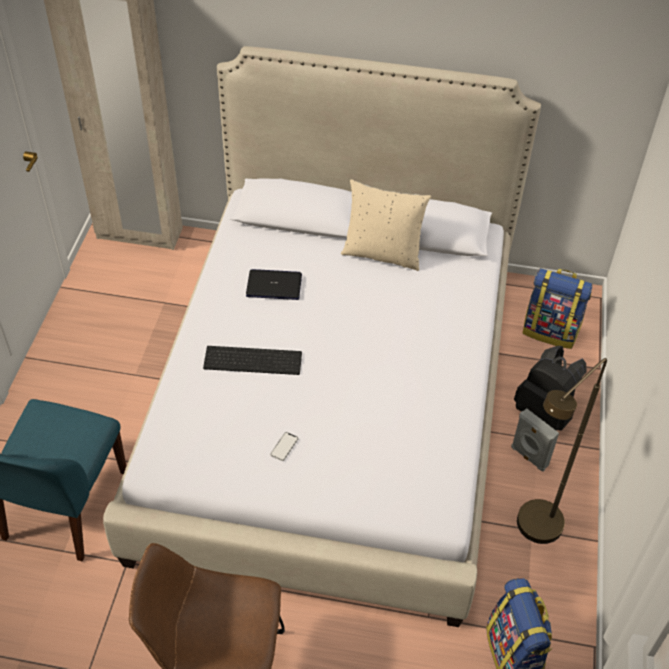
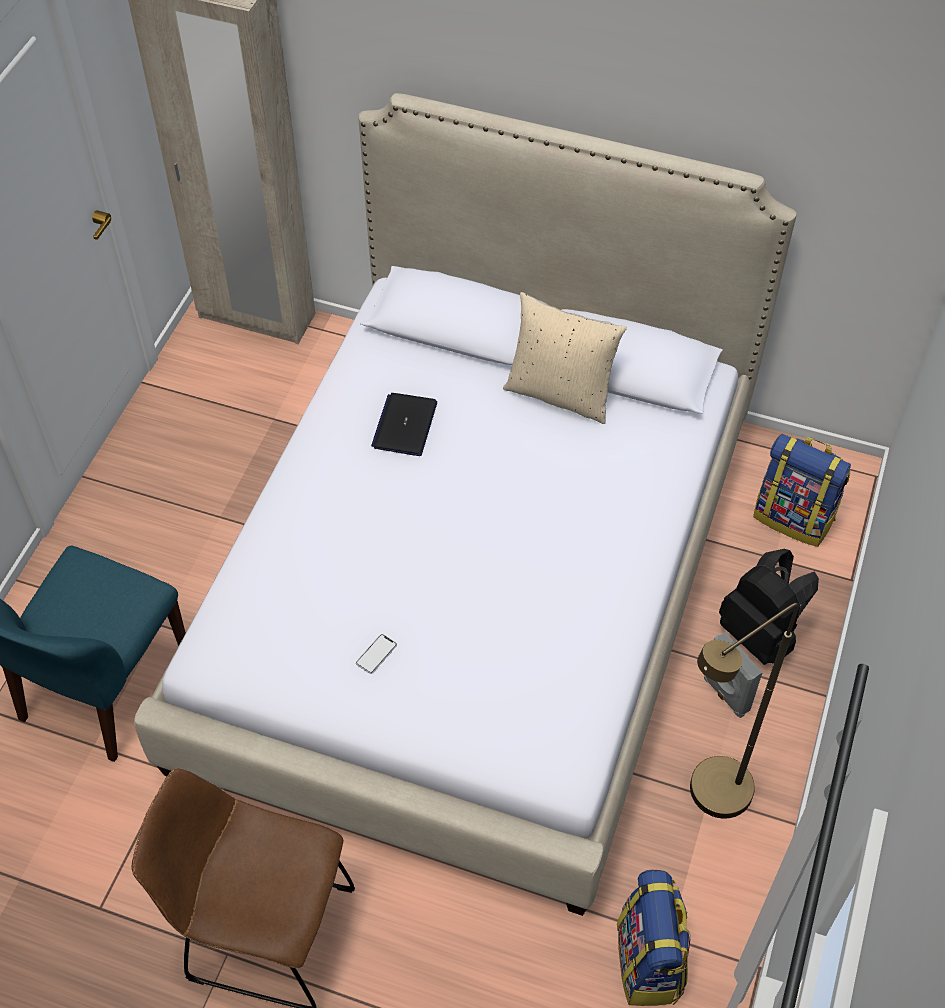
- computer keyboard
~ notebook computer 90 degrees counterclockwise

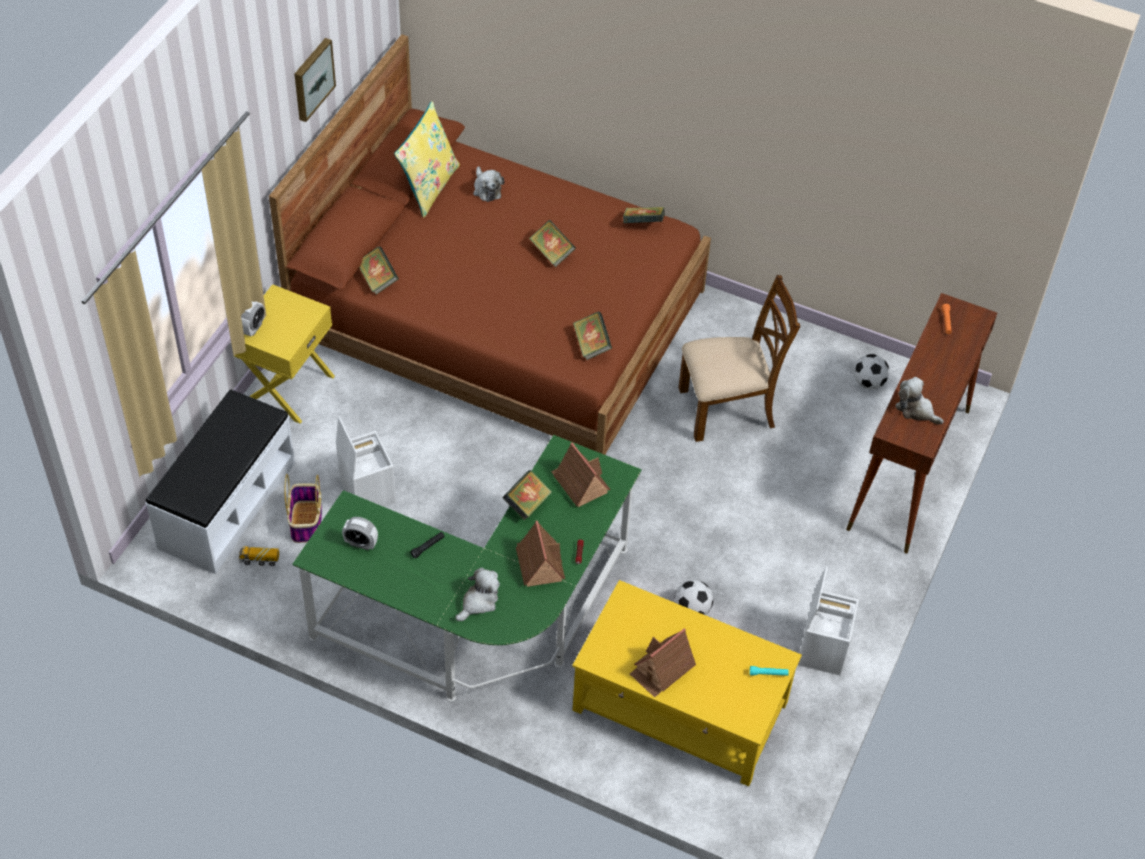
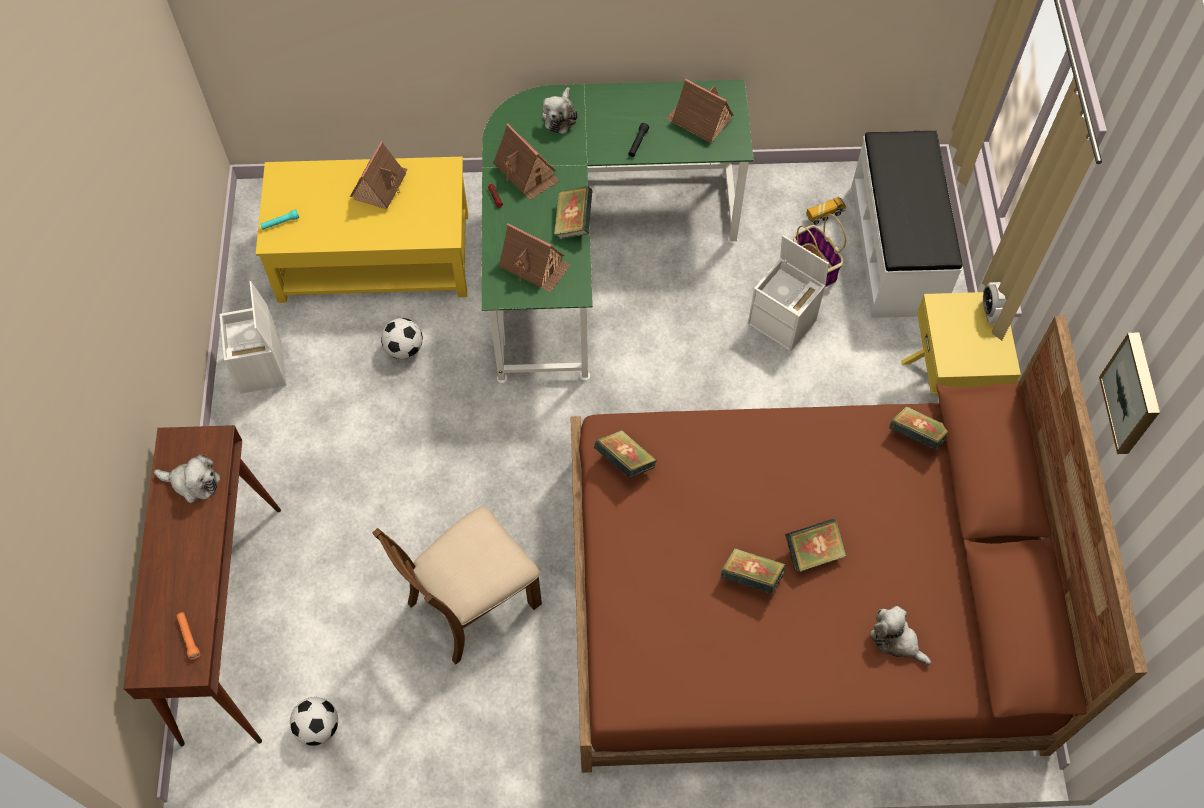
~ alarm clock (2nd from left) to miniature house (4th from left)
- cushion (yellowish)
~ book (5th from left in the first image) to book (4th from left)

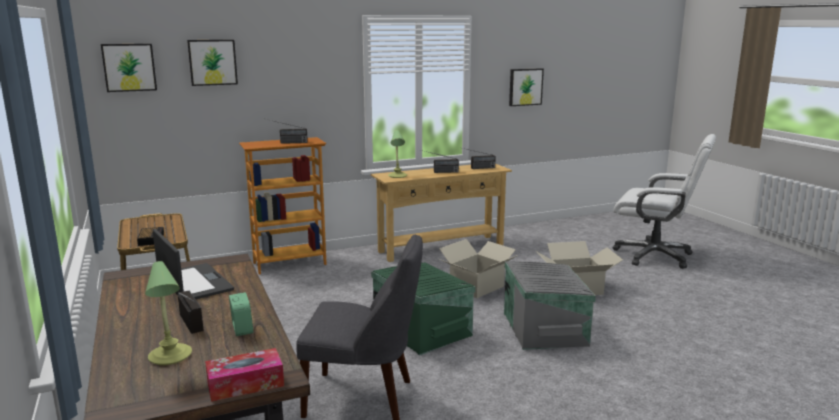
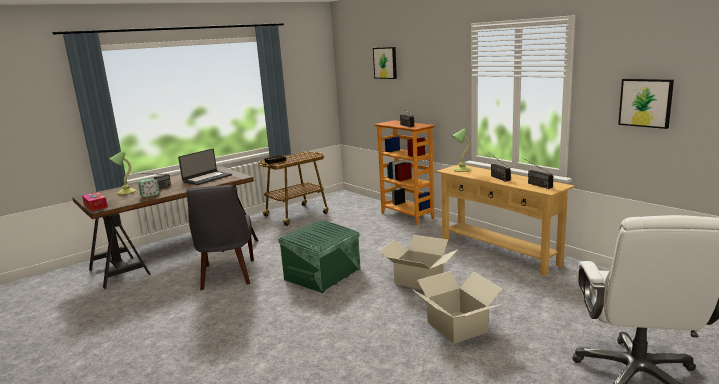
- wall picture (1st from left)
- storage container (gray)

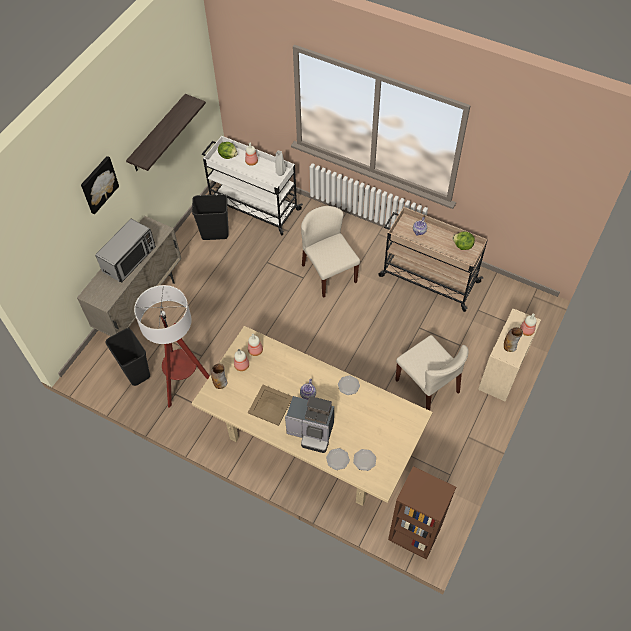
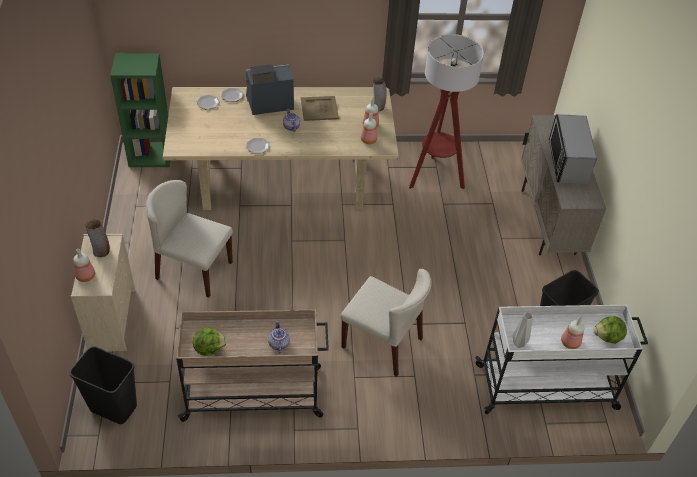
- wall picture
~ waste bin (black) (1st from left)
- bracket shelf
~ bookshelf (brownish) to bookshelf (green)

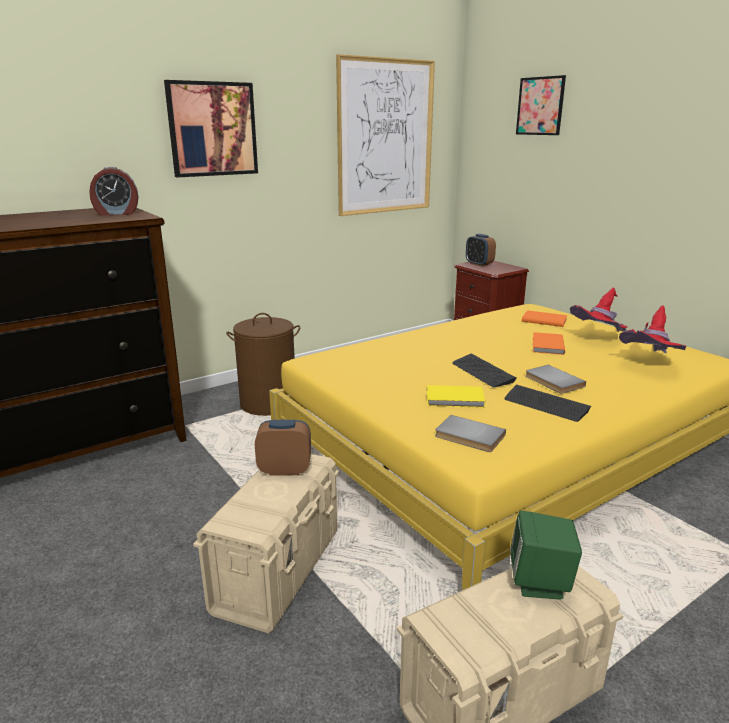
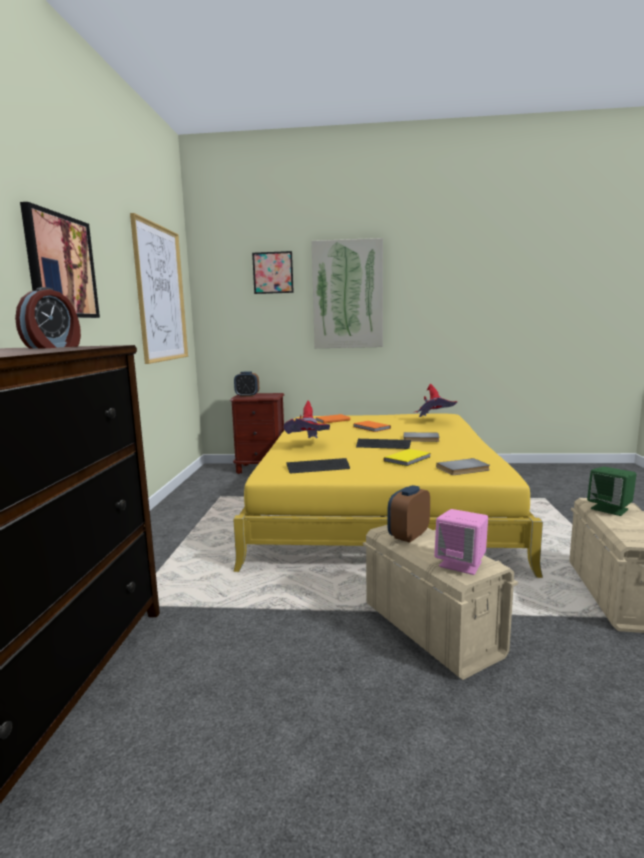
- laundry basket (brownish)
~ computer keyboard (2nd from left in the first image) to computer keyboard (1st from left)
~ wearable hat (reddish) (1st from left)
+ wall picture (4th from left)
+ audio speaker (pinkish)

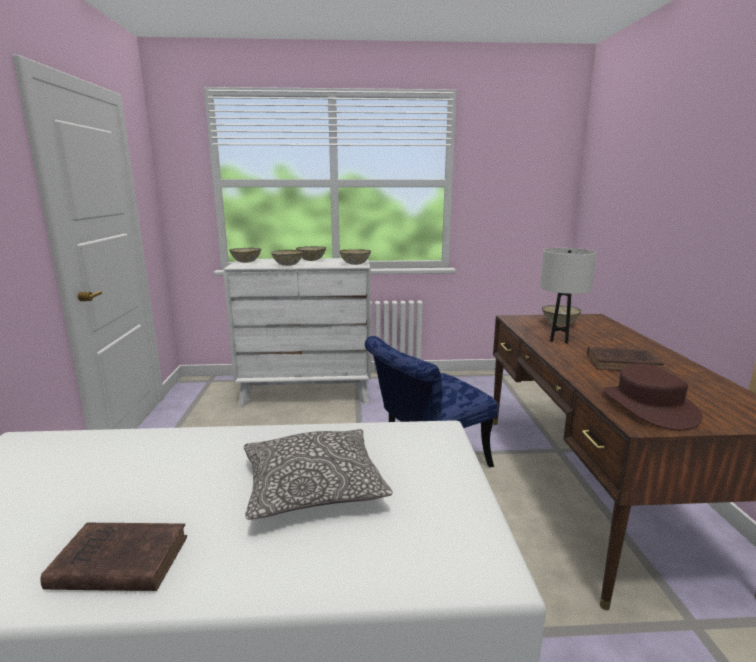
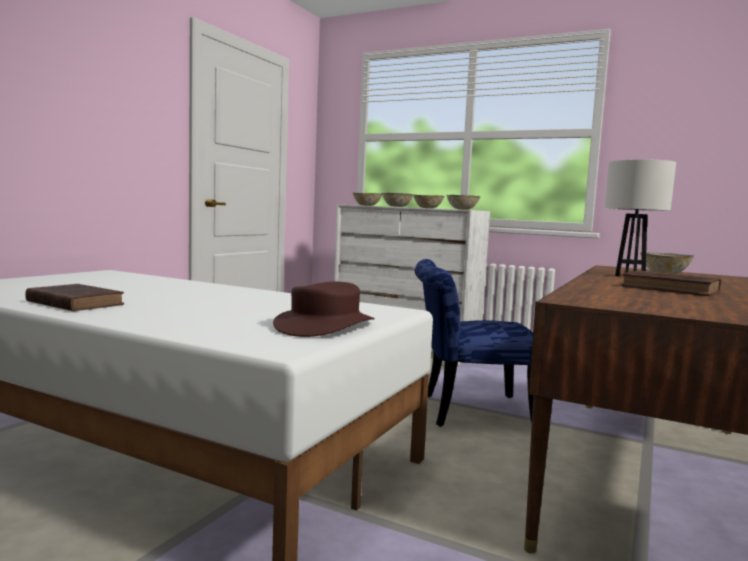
- cushion
~ wearable hat (brownish)

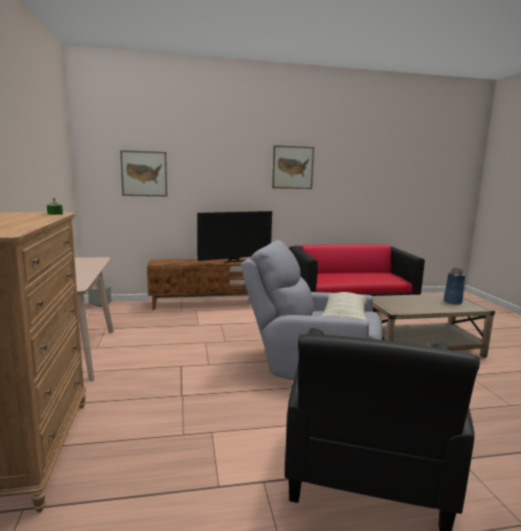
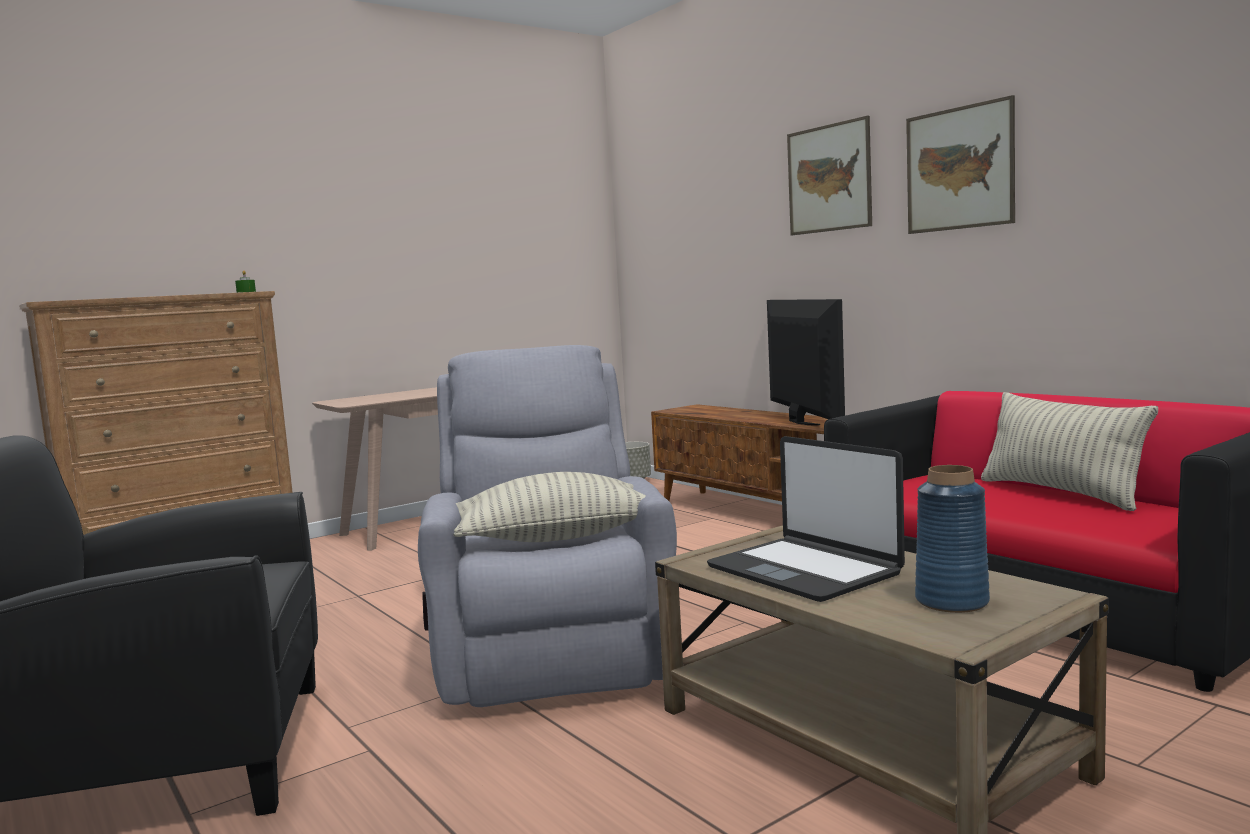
~ wall picture (1st from left)
~ TV set 135 degrees counterclockwise
+ notebook computer
+ cushion (2nd from left)

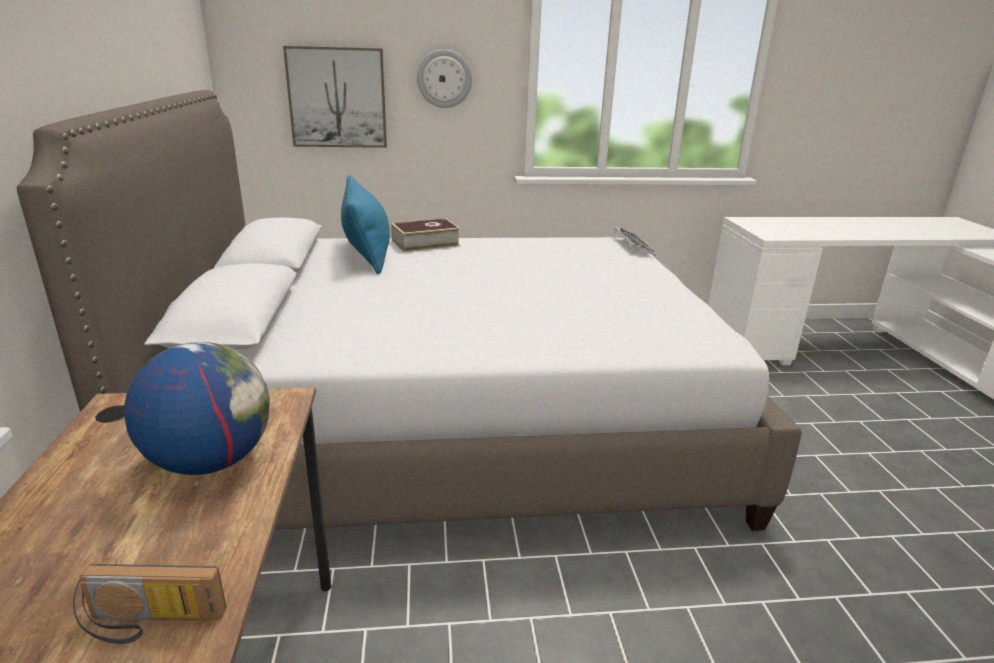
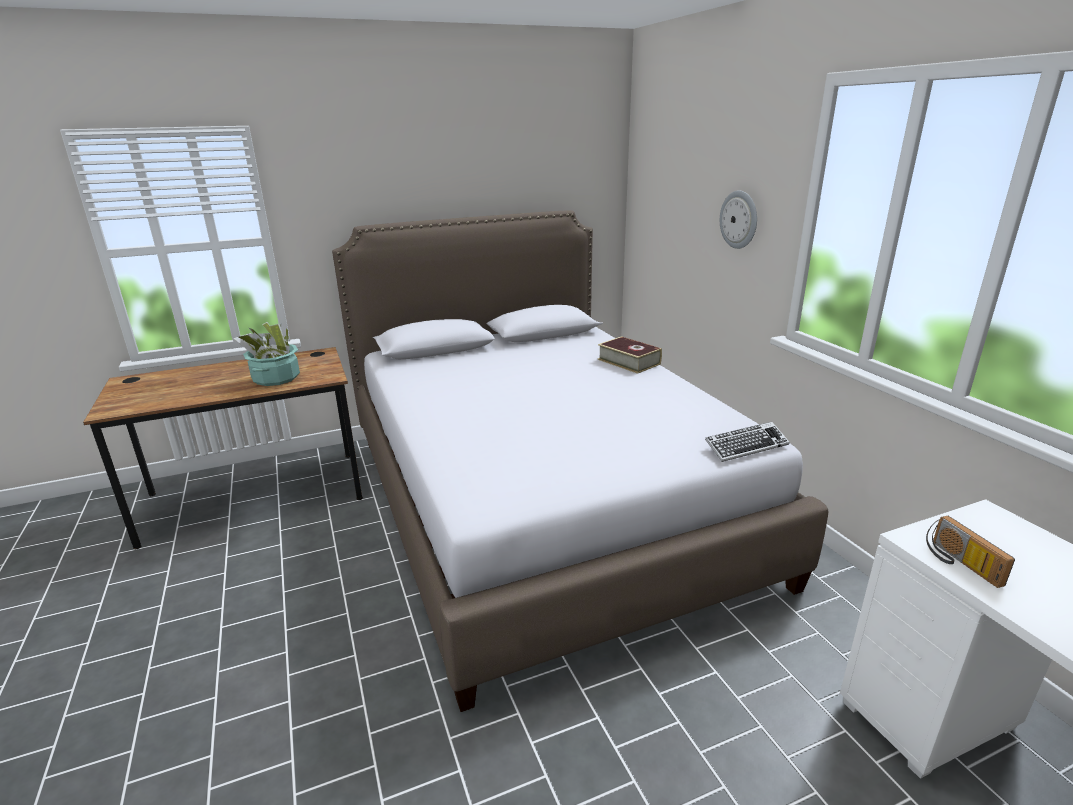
~ radio set
~ world globe to potted plant
- wall picture
- cushion (blue)

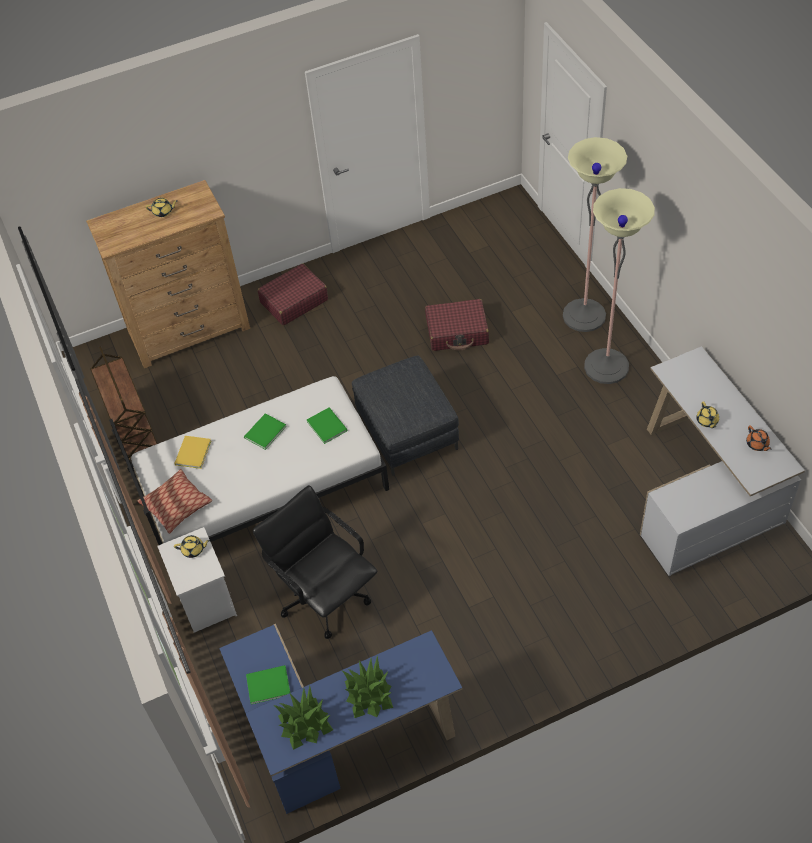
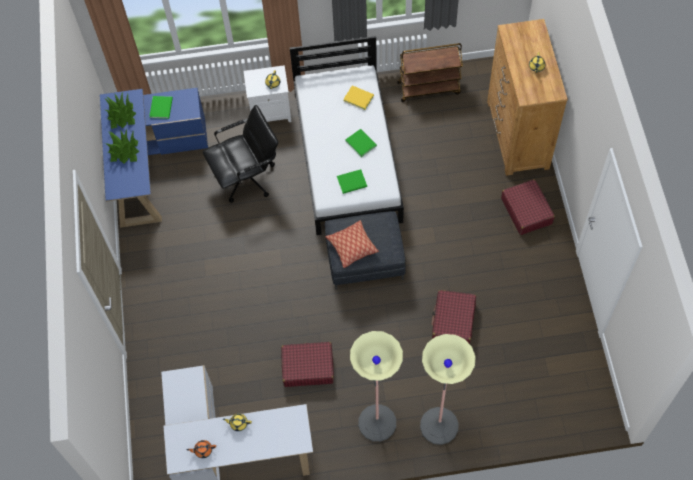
~ cushion
+ piece of luggage (reddish) (1st from left)

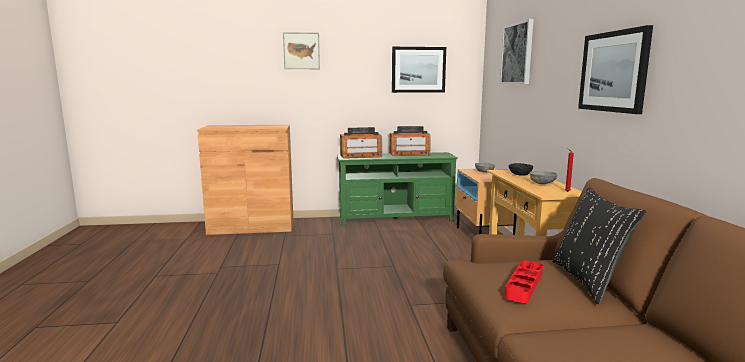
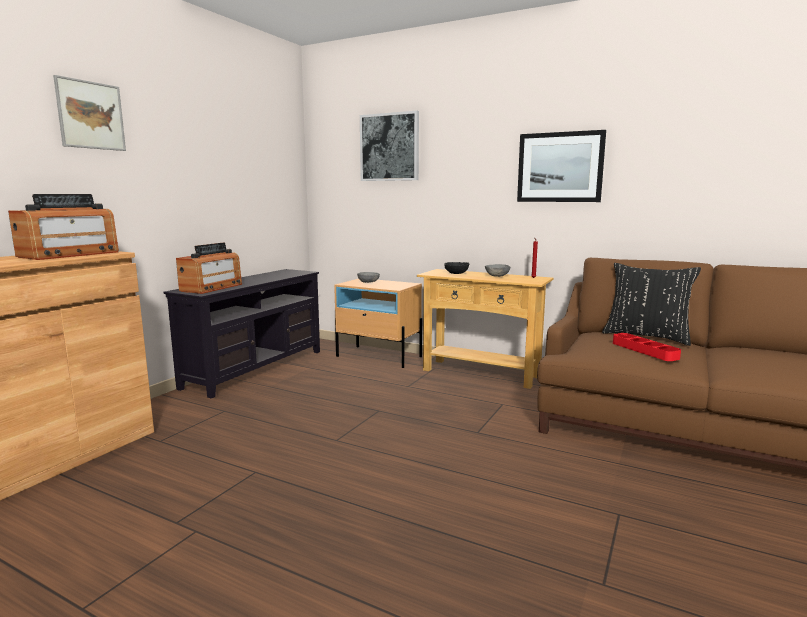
~ media console (green) to media console (black)
~ radio set (2nd from left in the first image) to radio set (1st from left)
- wall picture (2nd from left)

